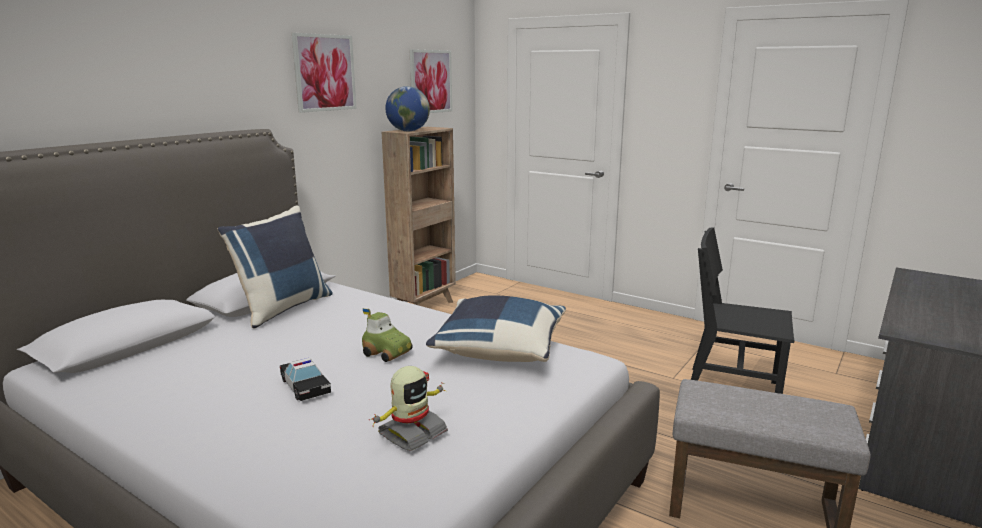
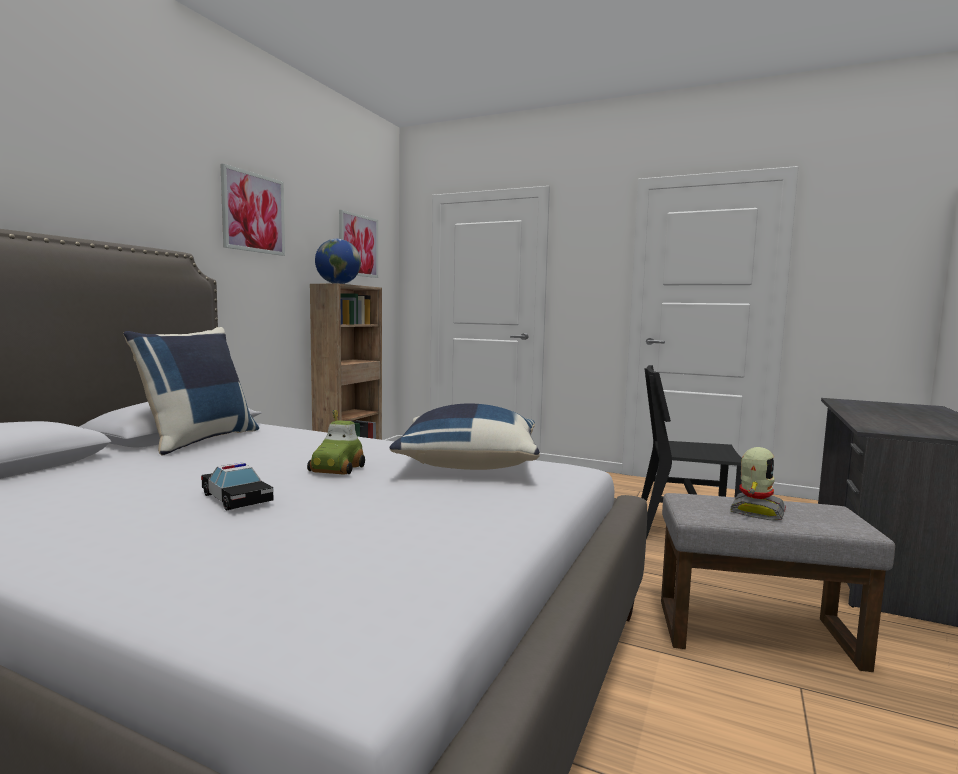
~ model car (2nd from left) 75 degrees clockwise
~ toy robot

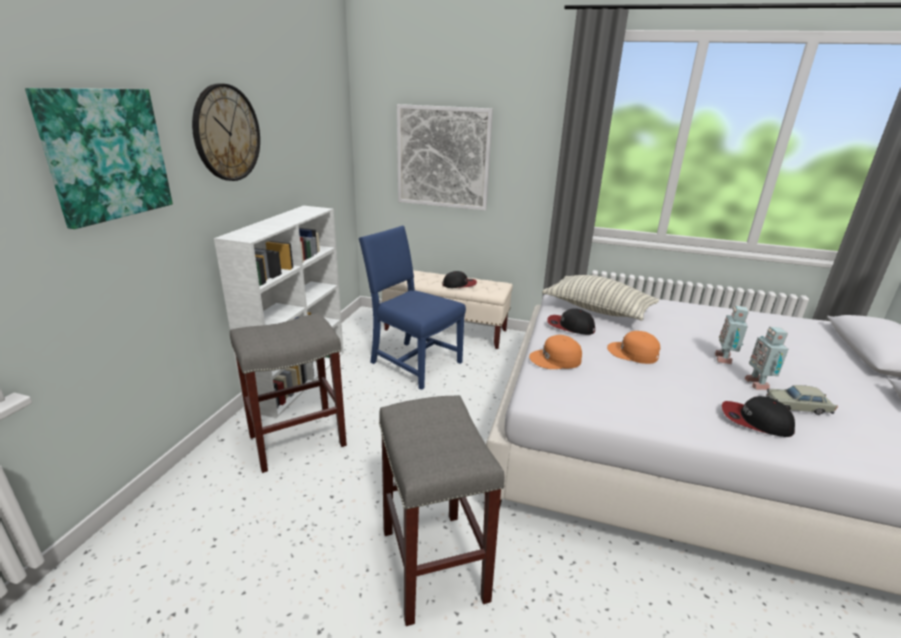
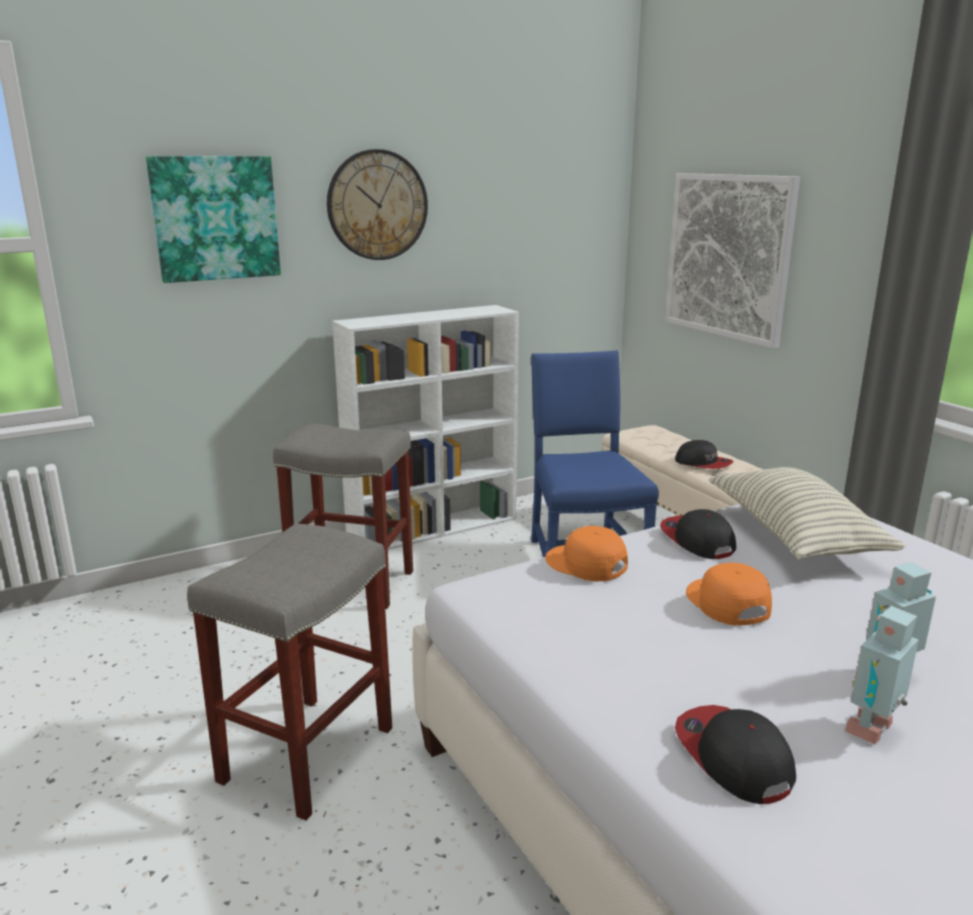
- model car (beige)

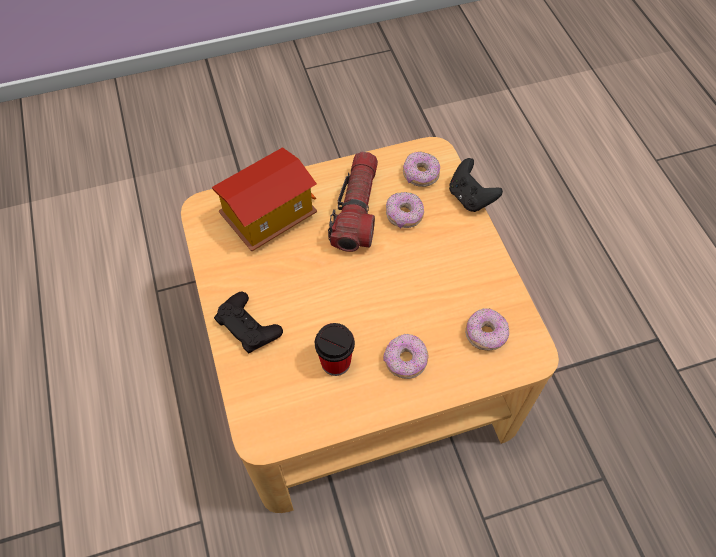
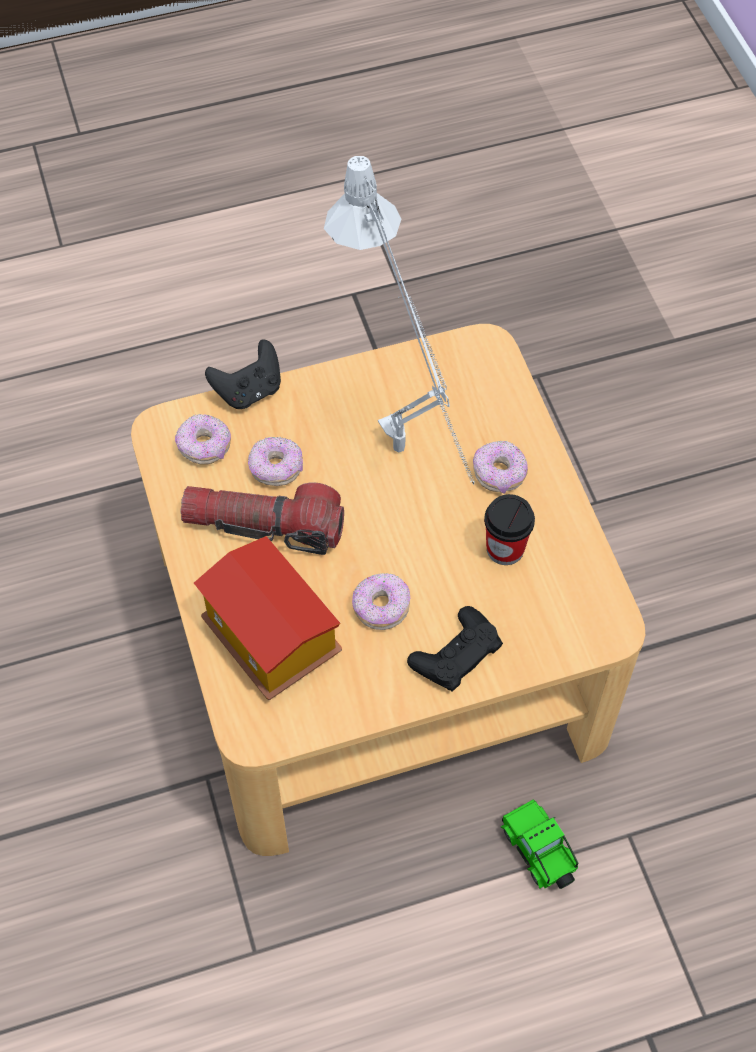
~ doughnut (4th from left in the first image) to doughnut (3rd from left)
+ tabletop lamp (gray)
+ model car

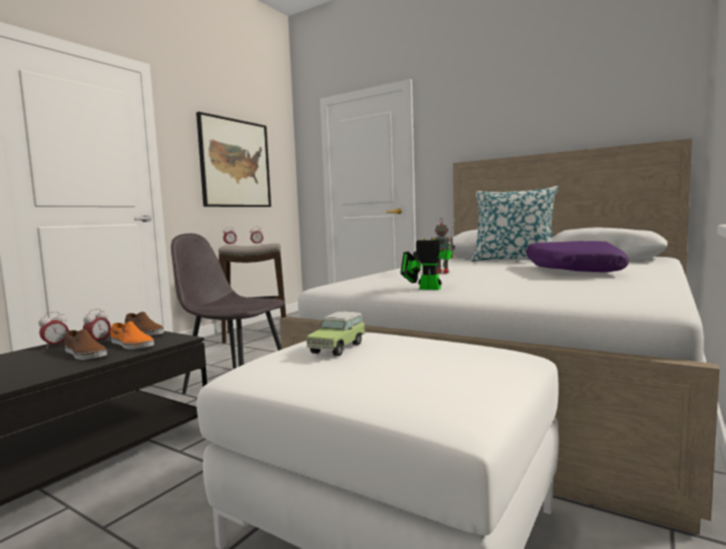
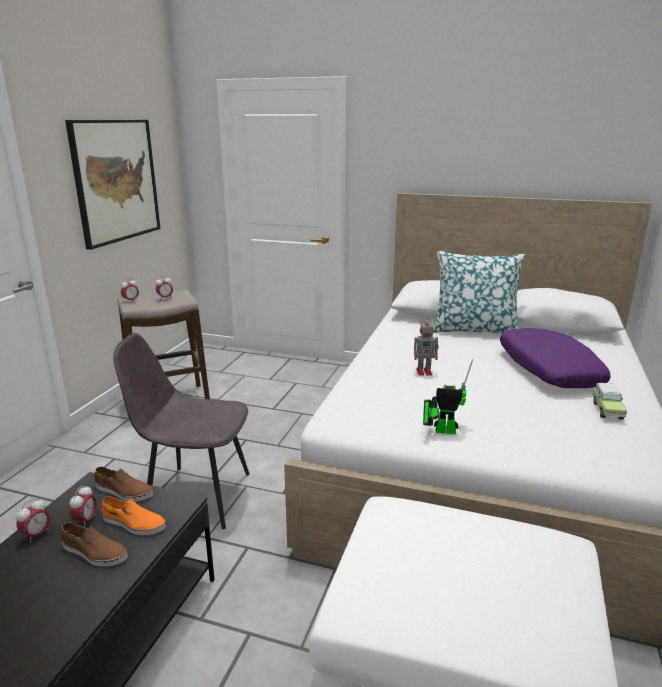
~ model car

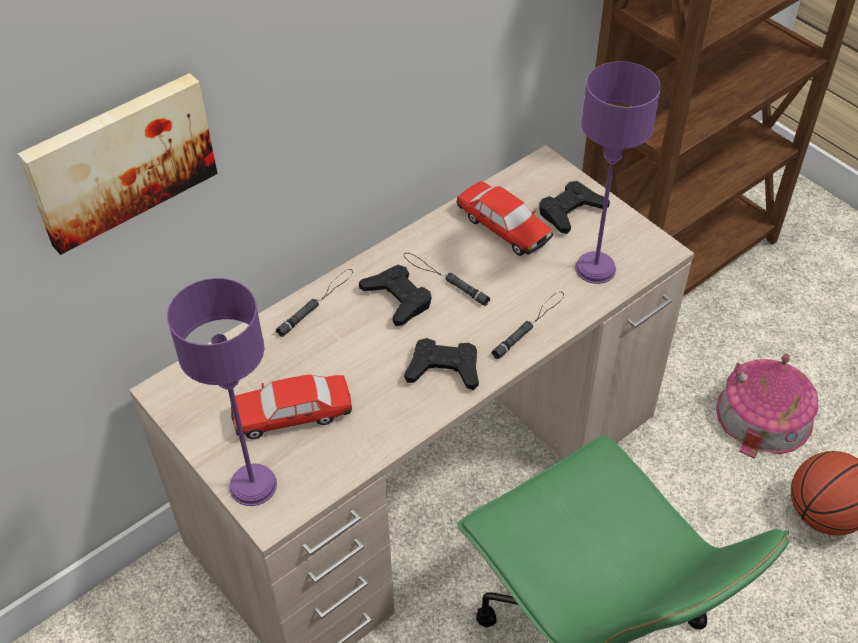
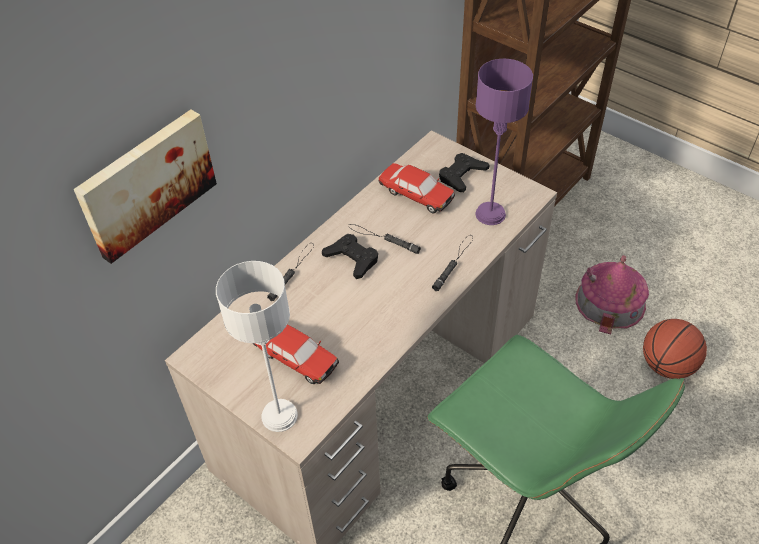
~ tabletop lamp (purplish) (1st from left) to tabletop lamp (white)
~ model car (1st from left) 120 degrees counterclockwise
- game controller (black) (2nd from left)

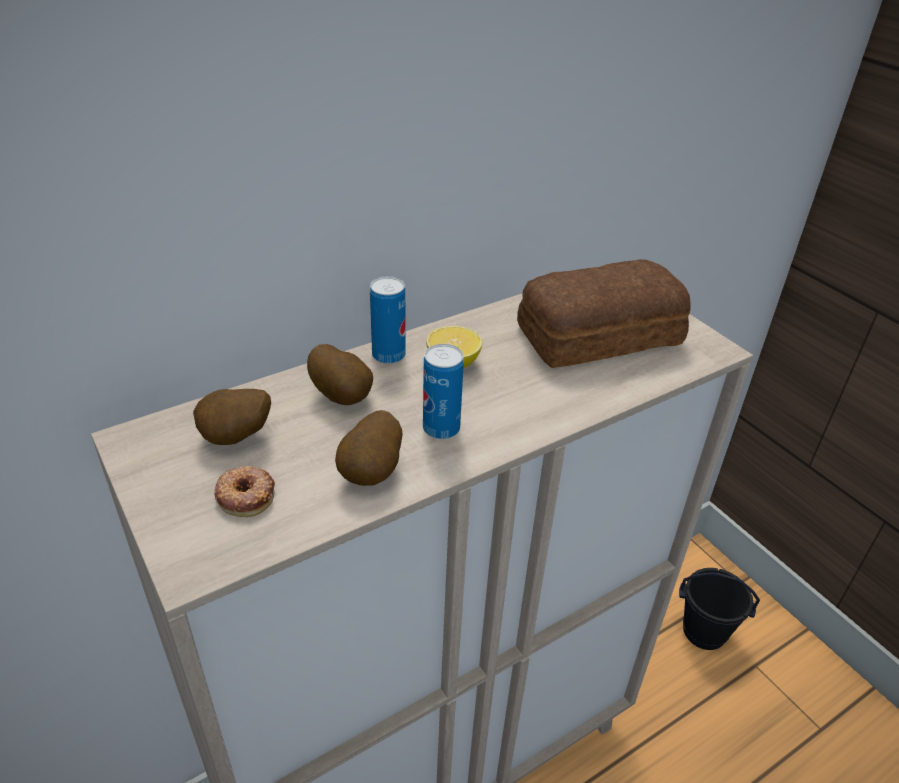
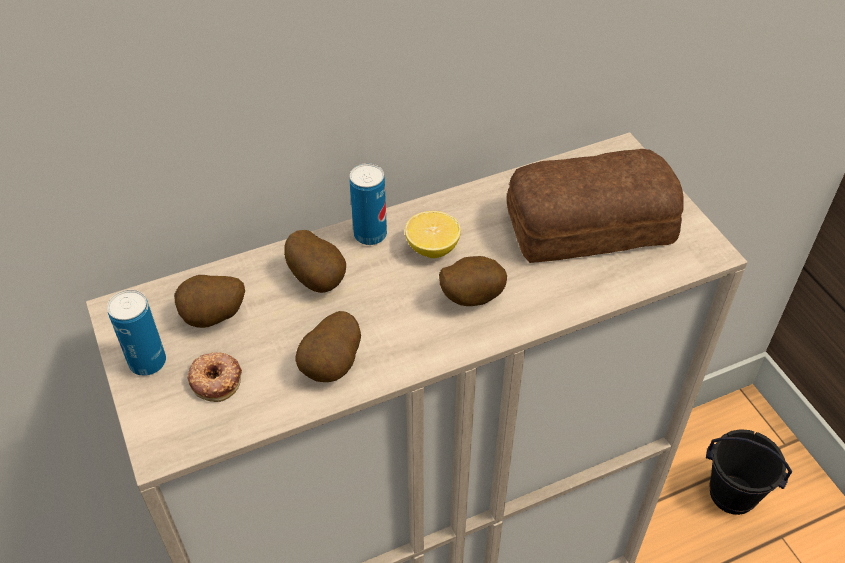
~ can (2nd from left in the first image) to can (1st from left)
+ potato (4th from left)

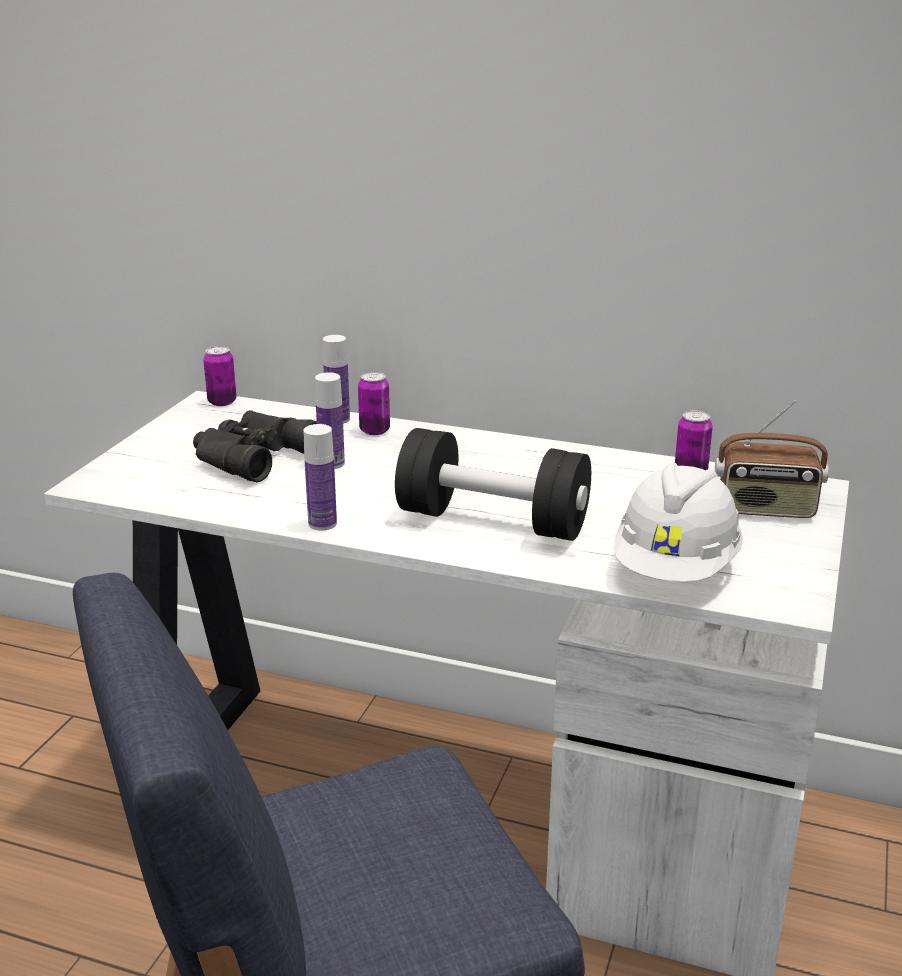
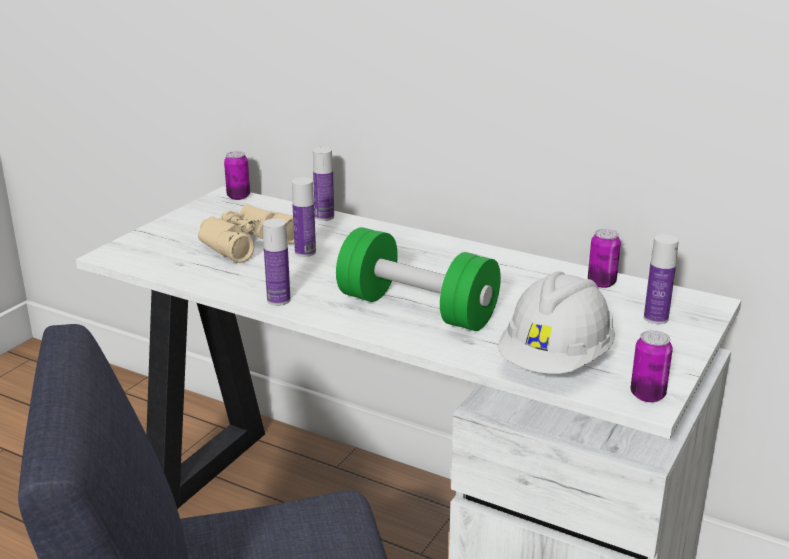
~ field glasses (black) to field glasses (beige)
~ can (2nd from left in the first image) to can (3rd from left)
~ dumbbell (black) to dumbbell (green)
~ radio set to drink bottle (4th from left)

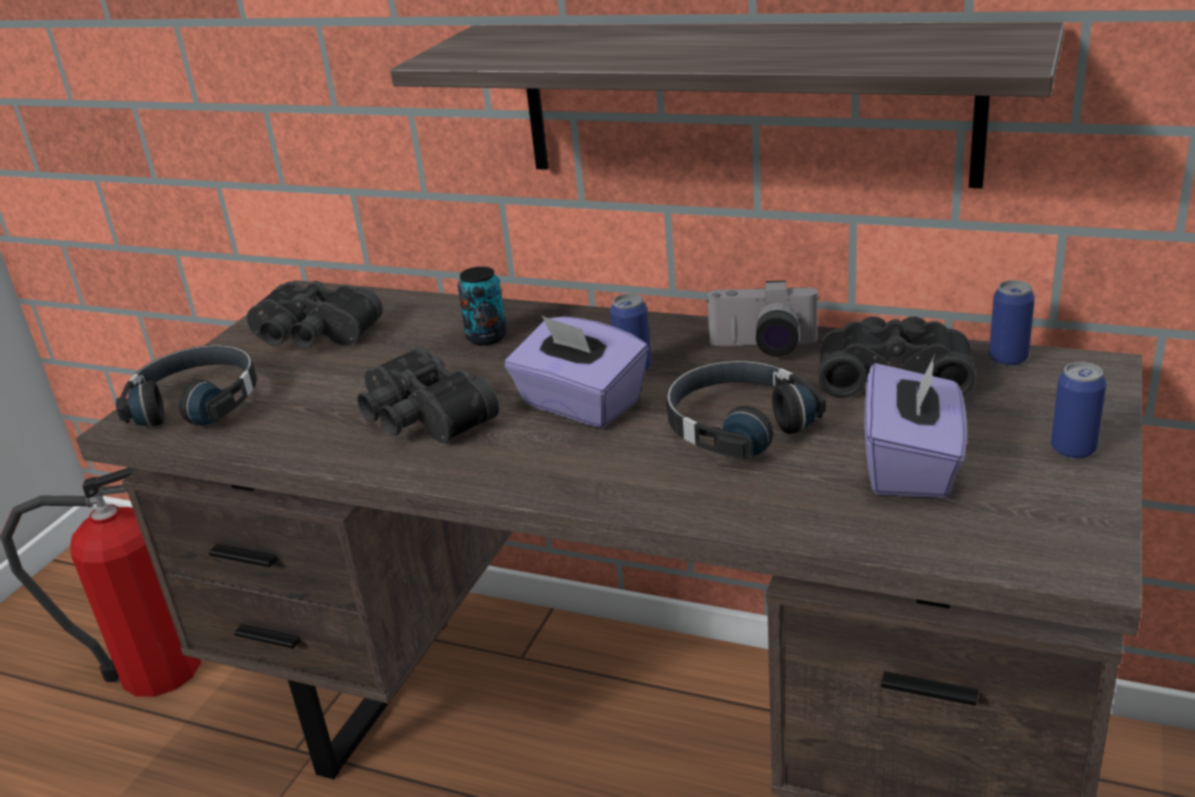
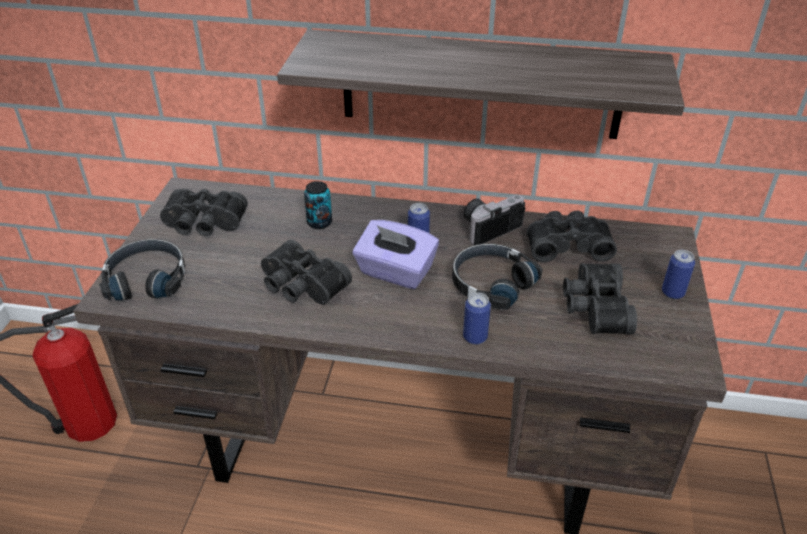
~ photo camera 150 degrees clockwise
~ tissue holder (purplish) (2nd from left) to field glasses (black) (4th from left)
~ can (3rd from left)

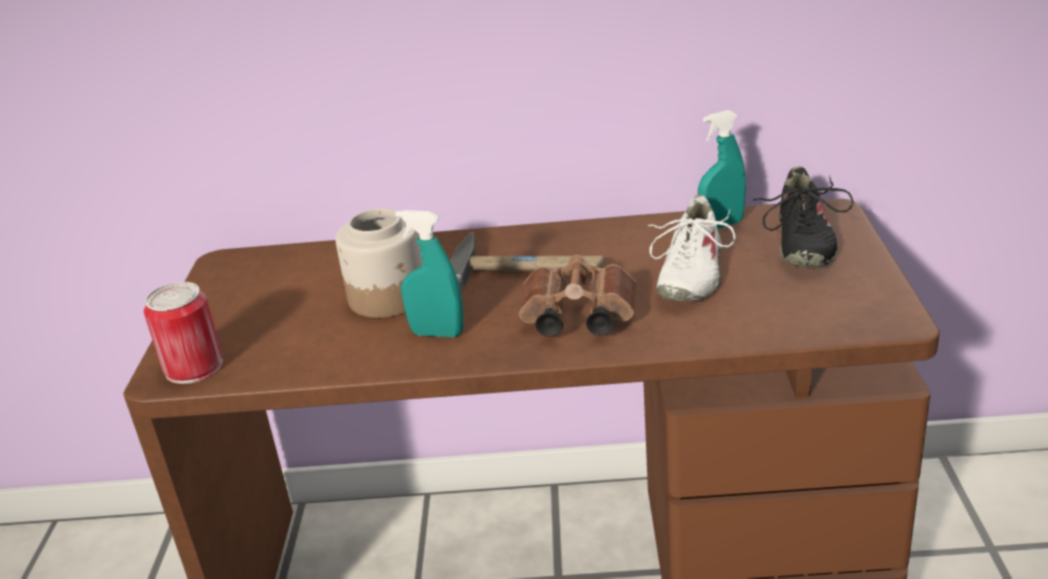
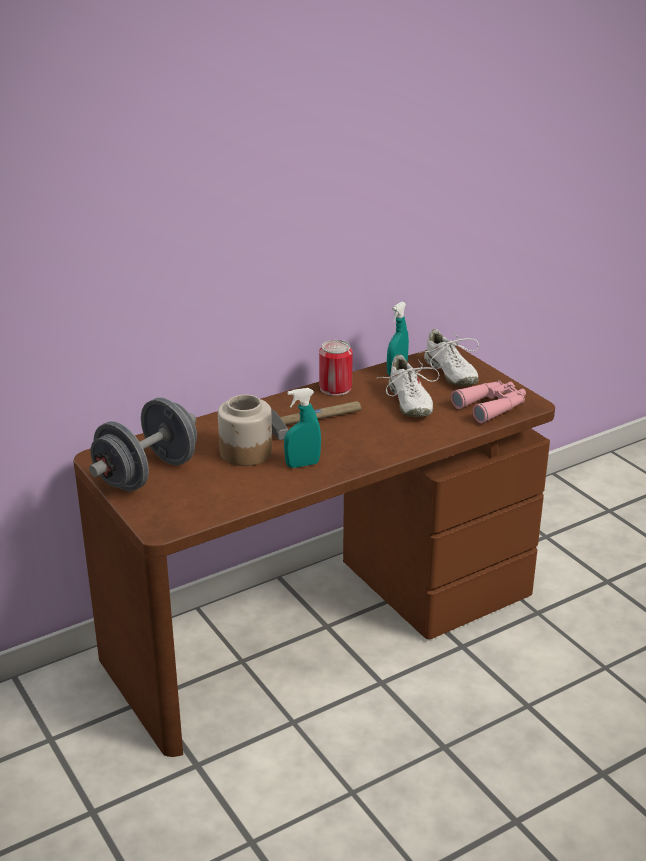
~ can
- field glasses (brownish)
~ item of footwear (black) to item of footwear (white) (2nd from left)
+ dumbbell (gray)
+ field glasses (pinkish)

